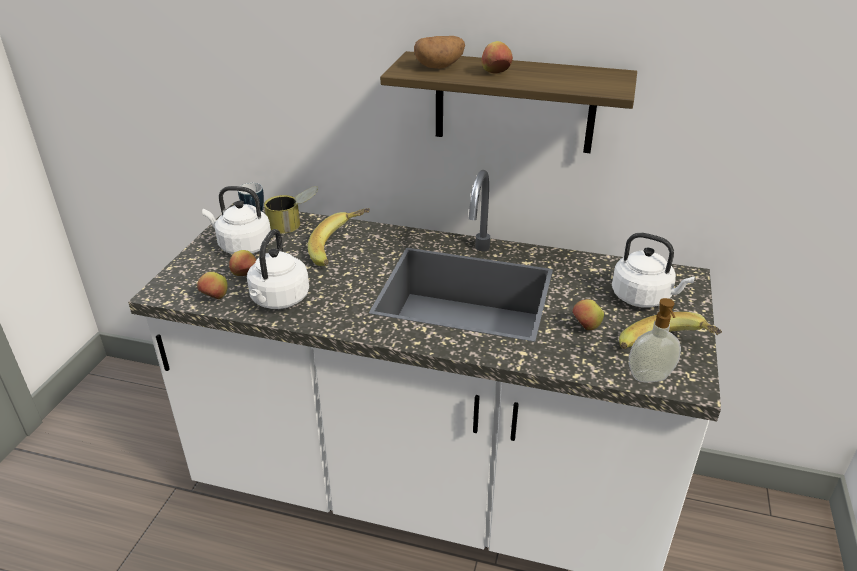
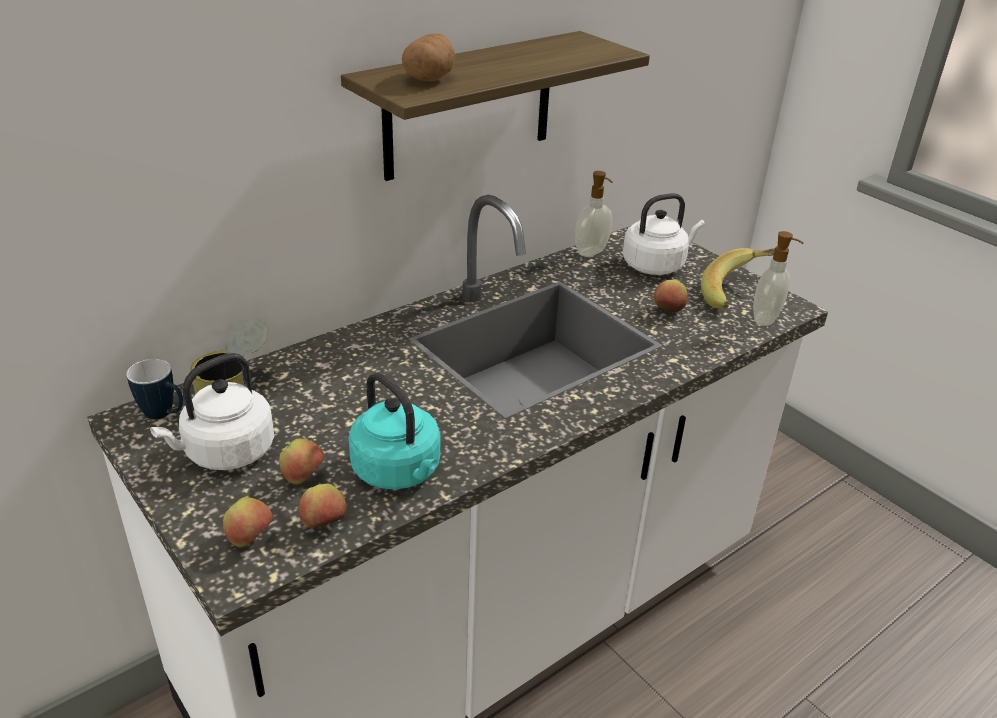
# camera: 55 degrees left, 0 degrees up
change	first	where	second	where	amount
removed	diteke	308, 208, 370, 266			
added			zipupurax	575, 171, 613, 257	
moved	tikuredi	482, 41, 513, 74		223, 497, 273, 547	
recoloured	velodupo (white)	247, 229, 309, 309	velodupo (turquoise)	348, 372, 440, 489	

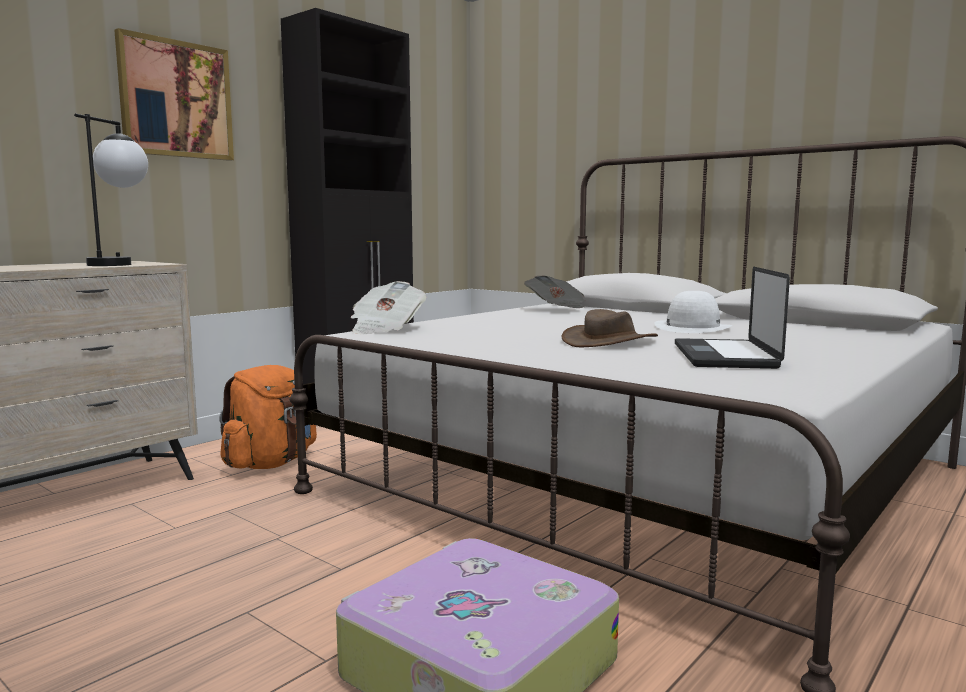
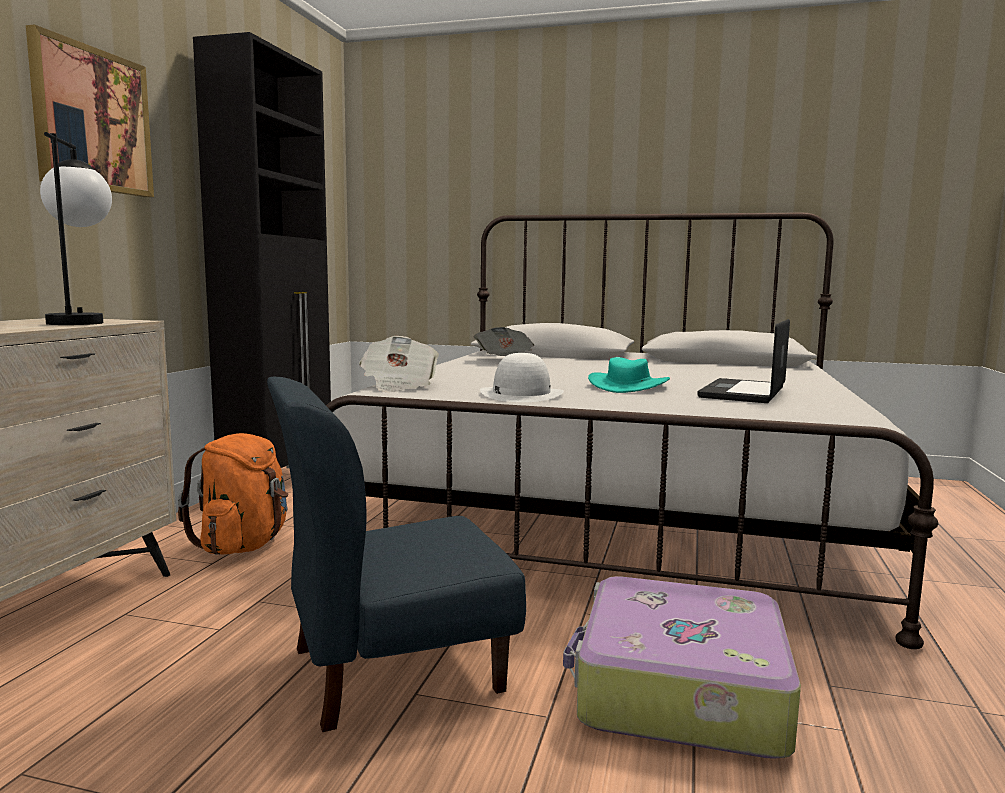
# camera: 25 degrees left, 0 degrees up
change	first	where	second	where	amount
added			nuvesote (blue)	267, 377, 526, 732	
moved	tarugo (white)	654, 291, 733, 333		480, 353, 564, 402	
recoloured	tarugo (brown)	562, 309, 658, 347	tarugo (turquoise)	588, 357, 670, 393	
turned	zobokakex	675, 267, 790, 369		697, 319, 790, 403	45 degrees clockwise

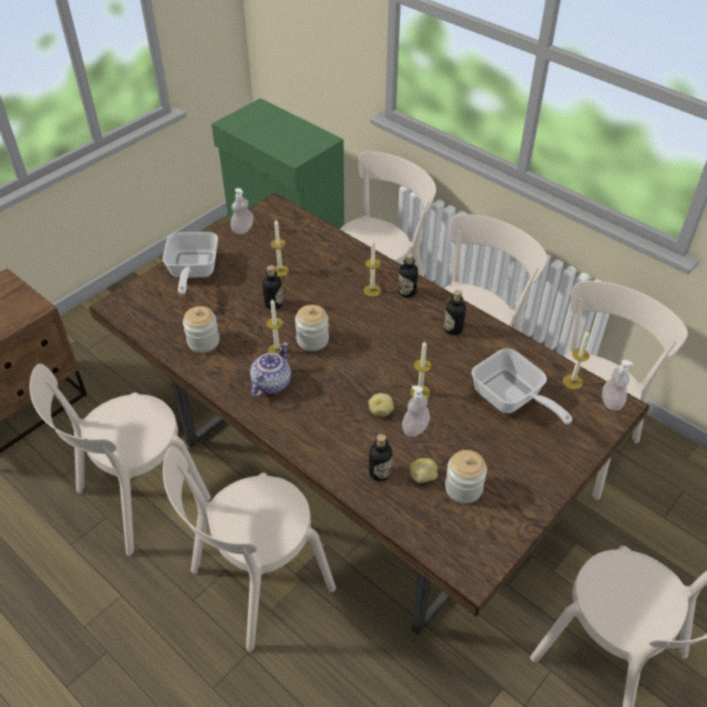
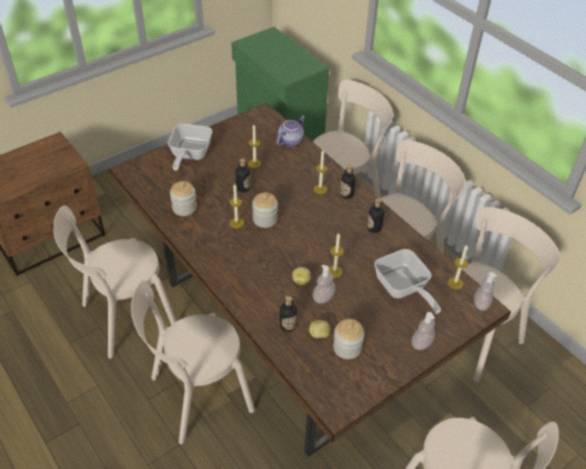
# camera: 10 degrees right, 0 degrees up
change	first	where	second	where	amount
moved	zipupurax	230, 188, 254, 234		412, 312, 435, 350	
moved	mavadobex	250, 342, 291, 398		277, 116, 305, 147	

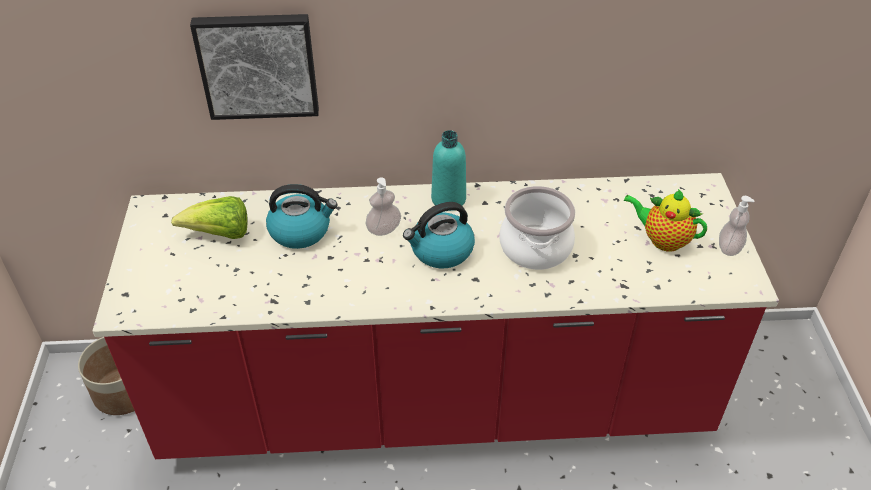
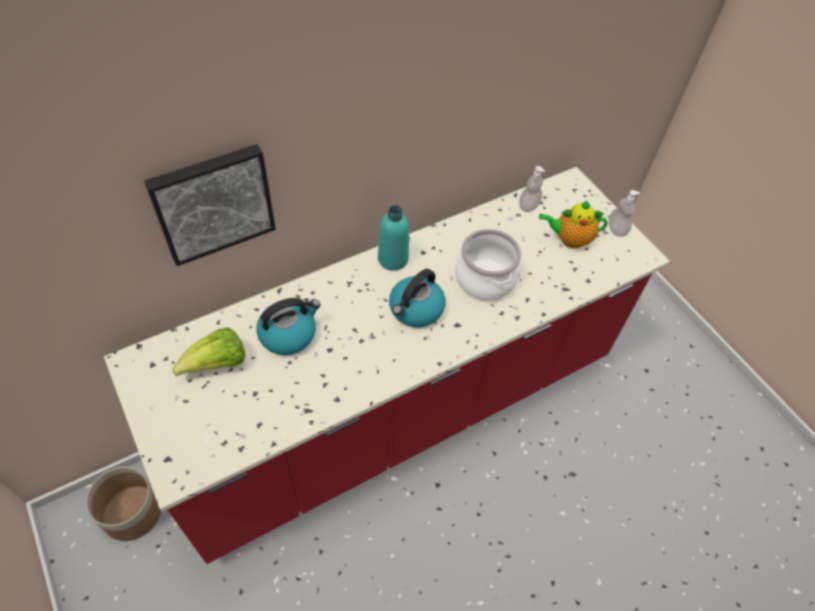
# camera: 30 degrees left, 10 degrees up
change	first	where	second	where	amount
moved	zipupurax	365, 177, 401, 236		519, 166, 545, 212	

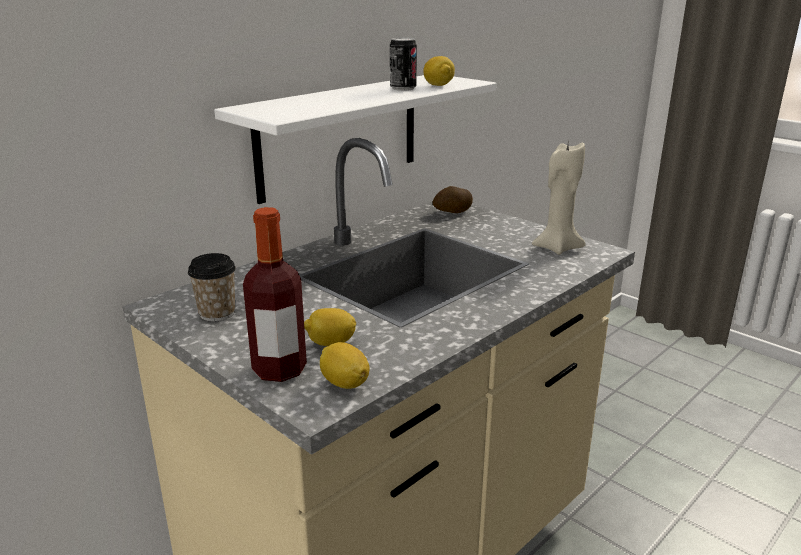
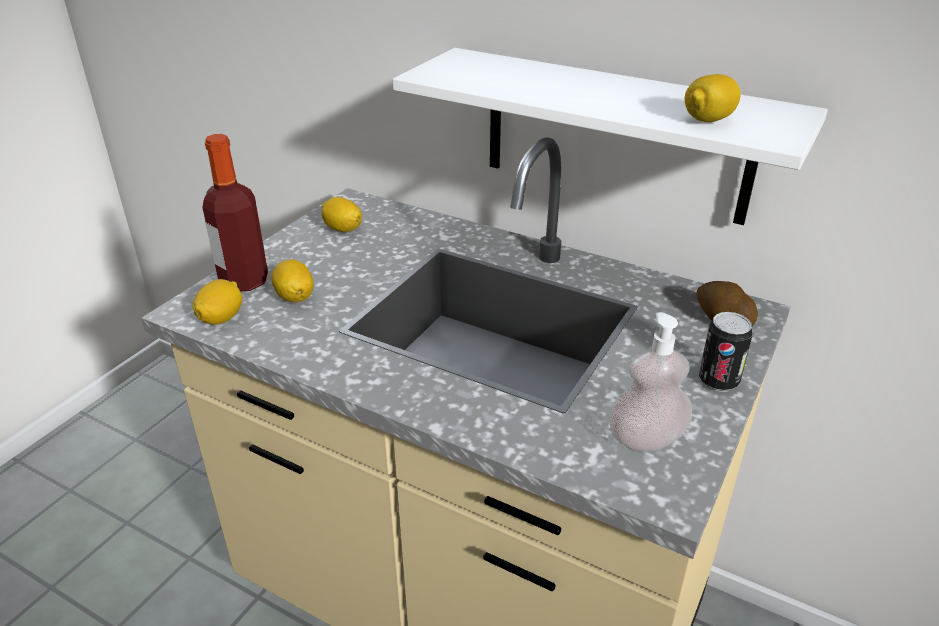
# camera: 75 degrees right, 10 degrees up
change	first	where	second	where	amount
moved	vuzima	390, 38, 417, 91		699, 312, 753, 392	
replaced	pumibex	188, 253, 236, 322	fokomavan	321, 197, 362, 232	
replaced	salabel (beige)	532, 142, 586, 255	zipupurax	609, 312, 692, 452	

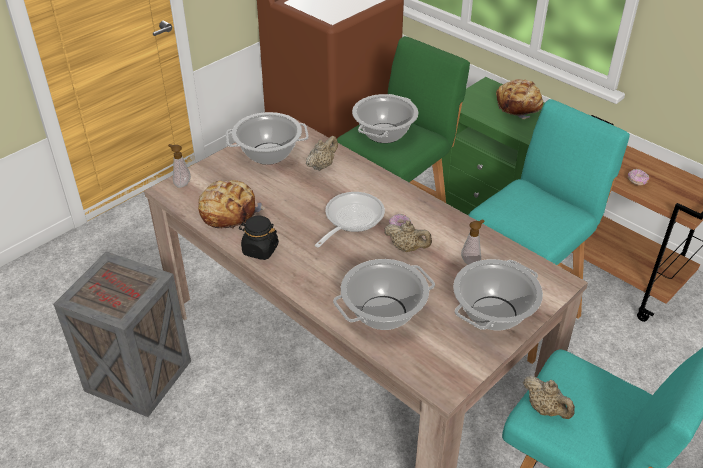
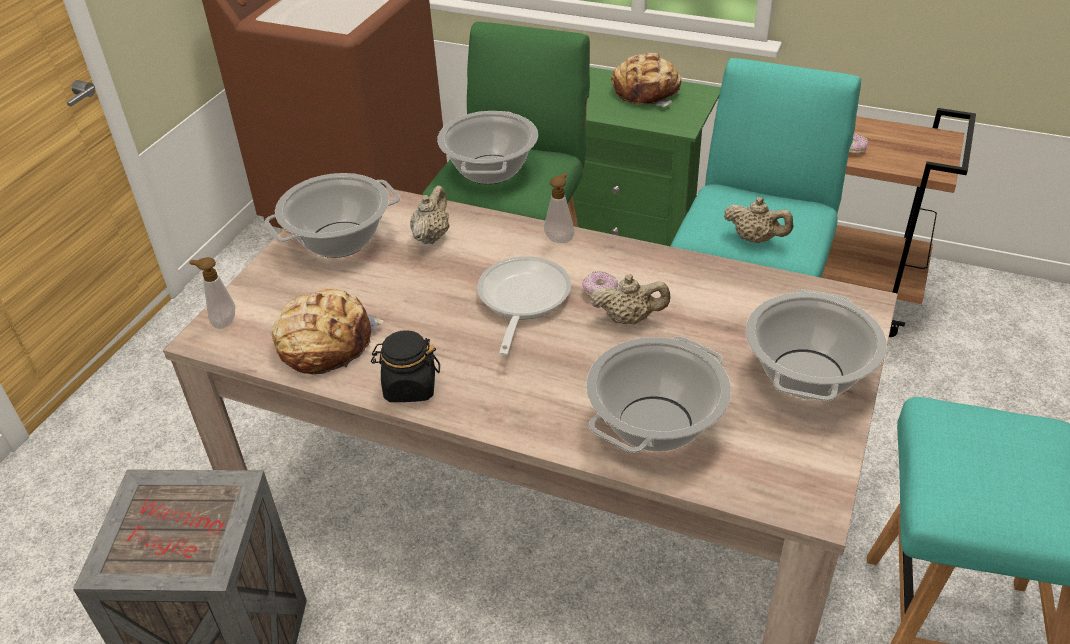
# camera: 20 degrees left, 0 degrees up
change	first	where	second	where	amount
moved	zipupurax	461, 219, 484, 265		544, 173, 574, 243	
moved	mavadobex (beige)	523, 375, 575, 419		724, 197, 793, 243	

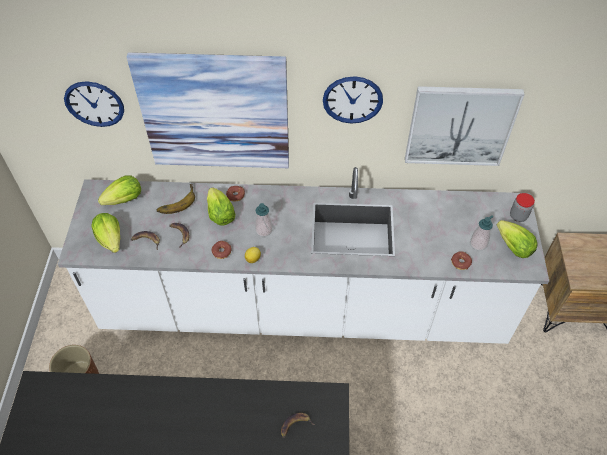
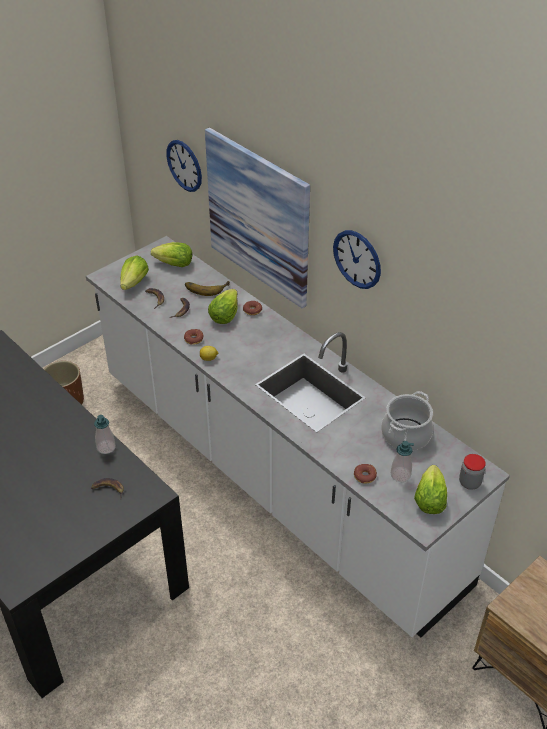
# camera: 45 degrees right, 10 degrees down
change	first	where	second	where	amount
removed	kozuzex	405, 86, 525, 166			
added			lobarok	381, 391, 433, 451	
moved	zipupurax	255, 203, 273, 237		94, 415, 116, 454	

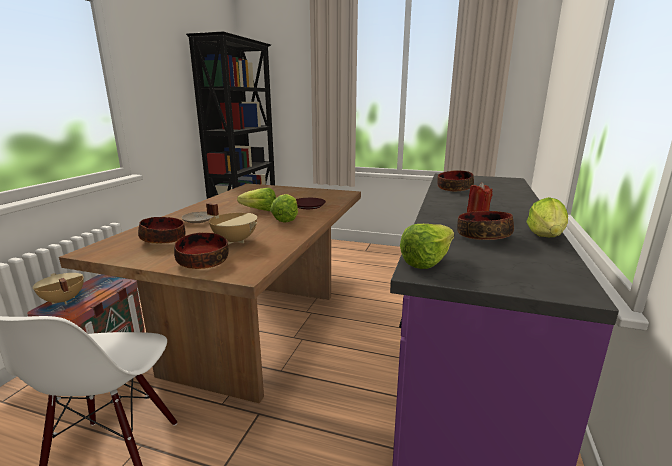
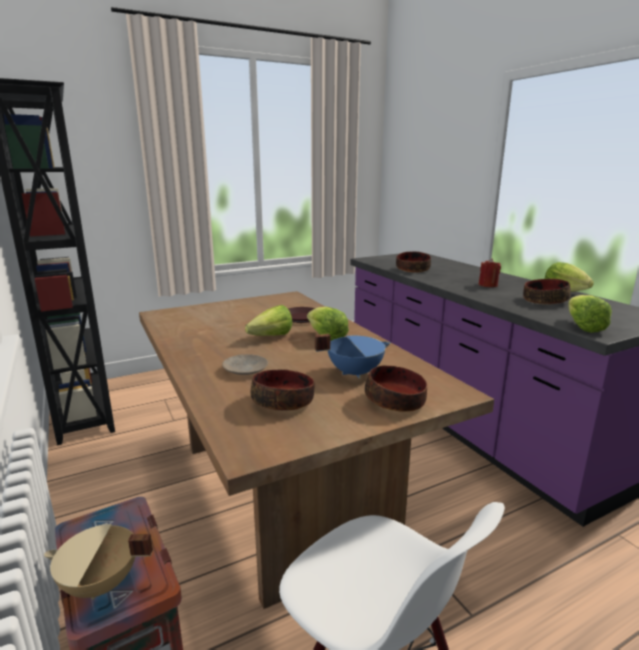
# camera: 45 degrees left, 0 degrees up
change	first	where	second	where	amount
recoloured	lobarok (beige)	206, 203, 257, 245	lobarok (blue)	315, 334, 391, 379	

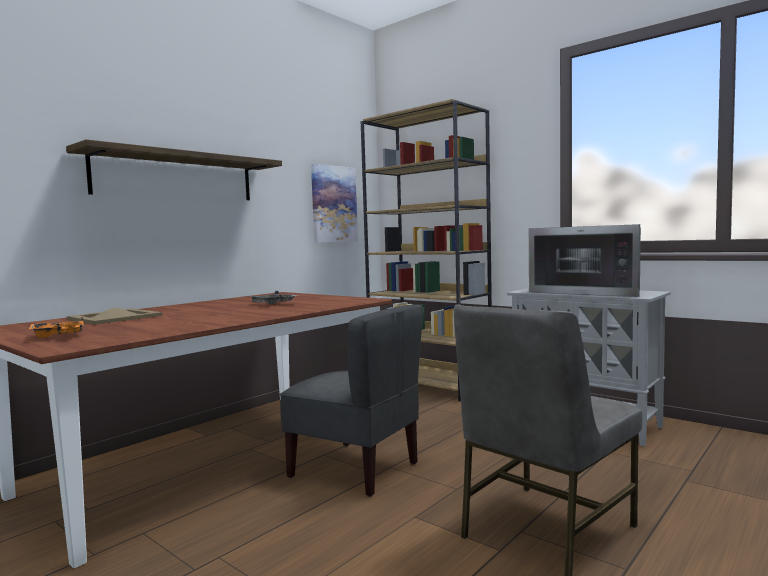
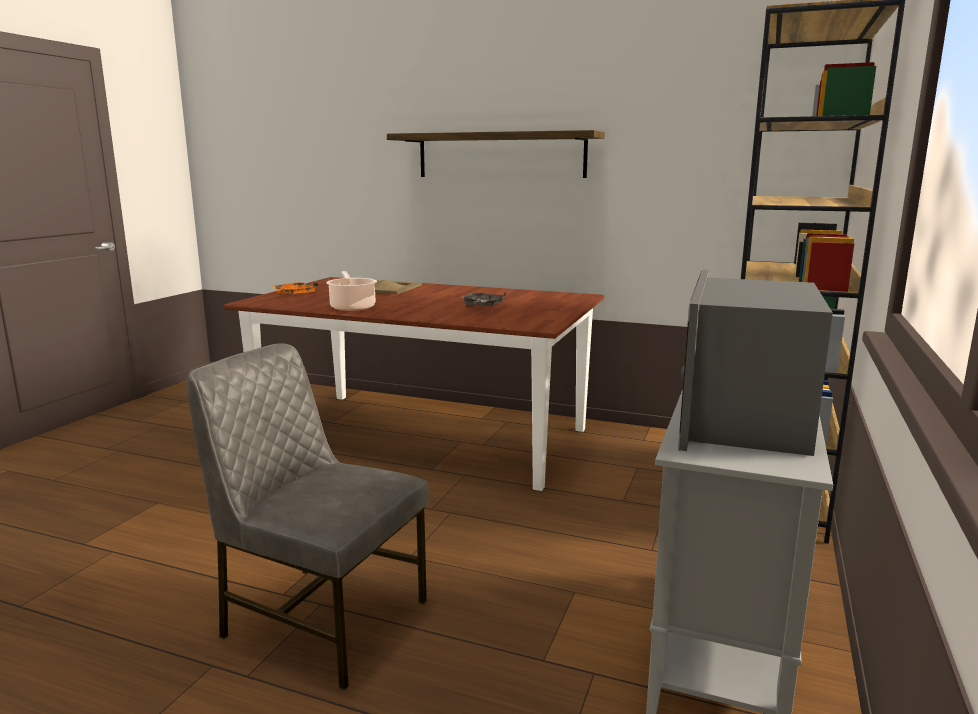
# camera: 70 degrees right, 10 degrees up
change	first	where	second	where	amount
removed	nuvesote (grey)	280, 304, 423, 497			
removed	kozuzex	311, 164, 358, 243			
added			lobarok	326, 271, 377, 311	

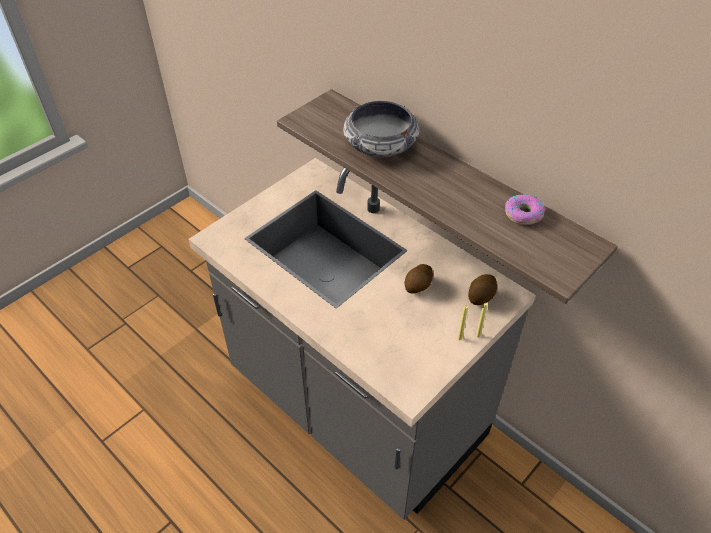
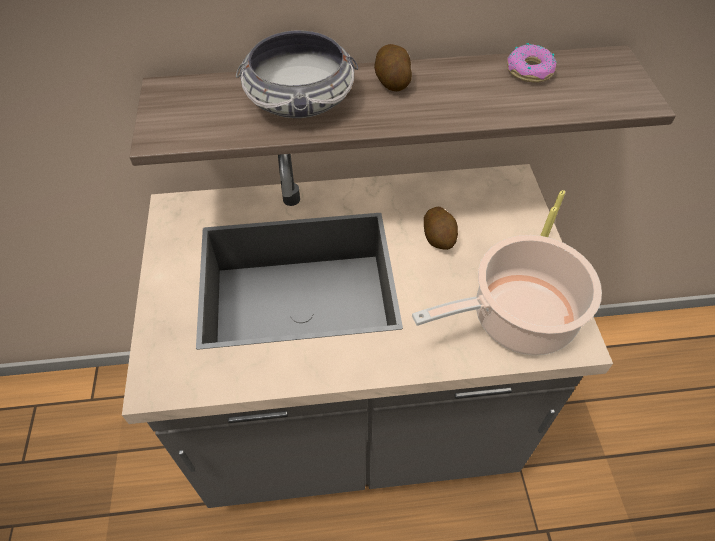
# camera: 50 degrees left, 5 degrees up
change	first	where	second	where	amount
added			lobarok	412, 235, 602, 355	
moved	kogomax	468, 274, 497, 305		374, 44, 412, 91	

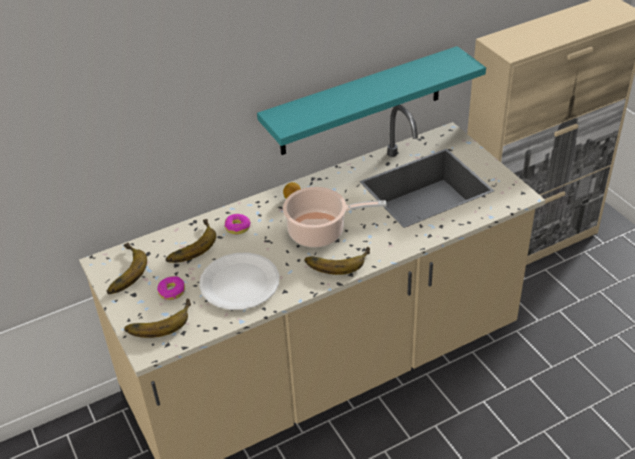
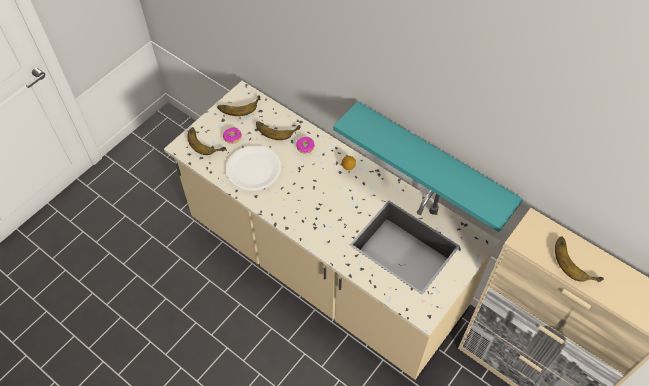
# camera: 65 degrees right, 15 degrees up
change	first	where	second	where	amount
removed	lobarok	283, 187, 386, 248			
moved	diteke	304, 247, 370, 275		555, 236, 604, 282	

